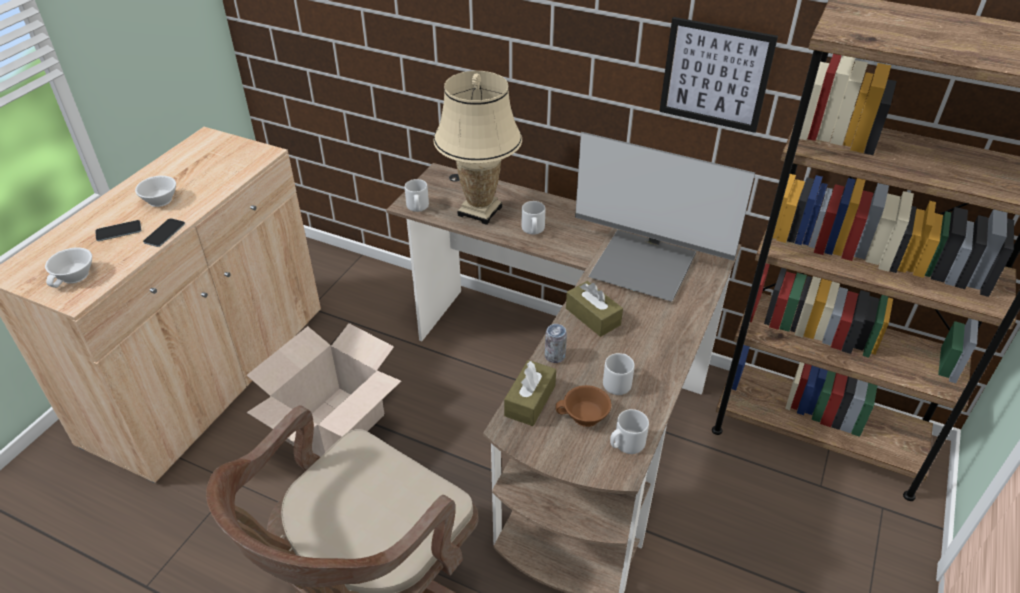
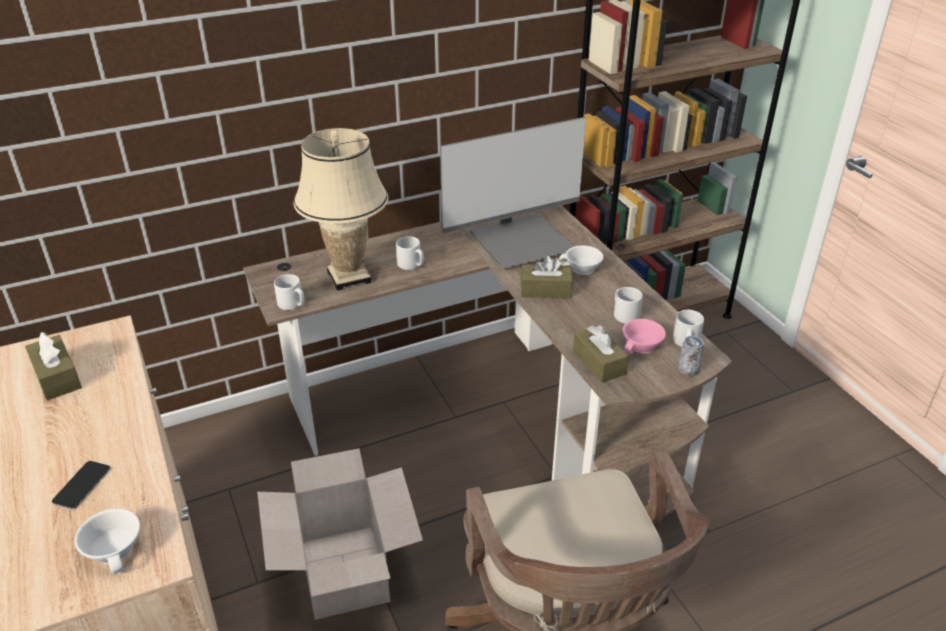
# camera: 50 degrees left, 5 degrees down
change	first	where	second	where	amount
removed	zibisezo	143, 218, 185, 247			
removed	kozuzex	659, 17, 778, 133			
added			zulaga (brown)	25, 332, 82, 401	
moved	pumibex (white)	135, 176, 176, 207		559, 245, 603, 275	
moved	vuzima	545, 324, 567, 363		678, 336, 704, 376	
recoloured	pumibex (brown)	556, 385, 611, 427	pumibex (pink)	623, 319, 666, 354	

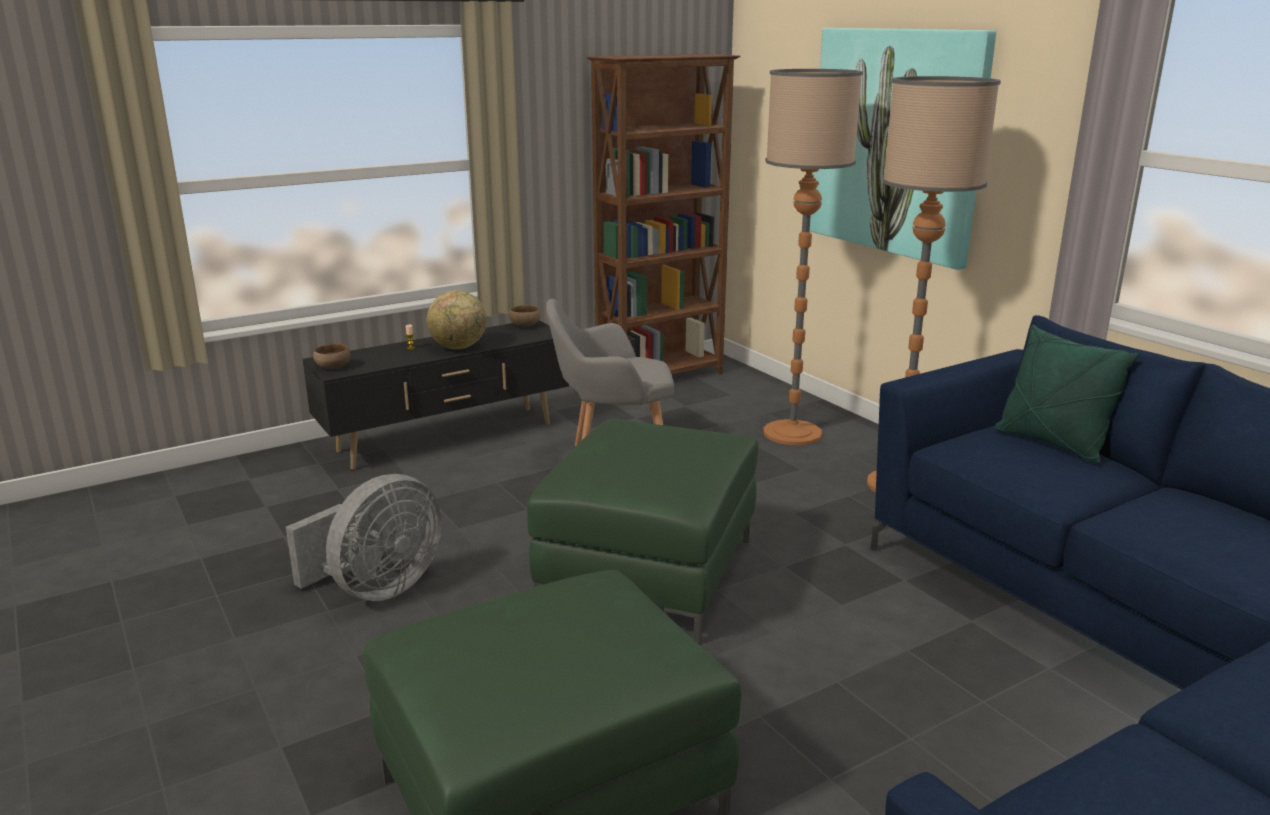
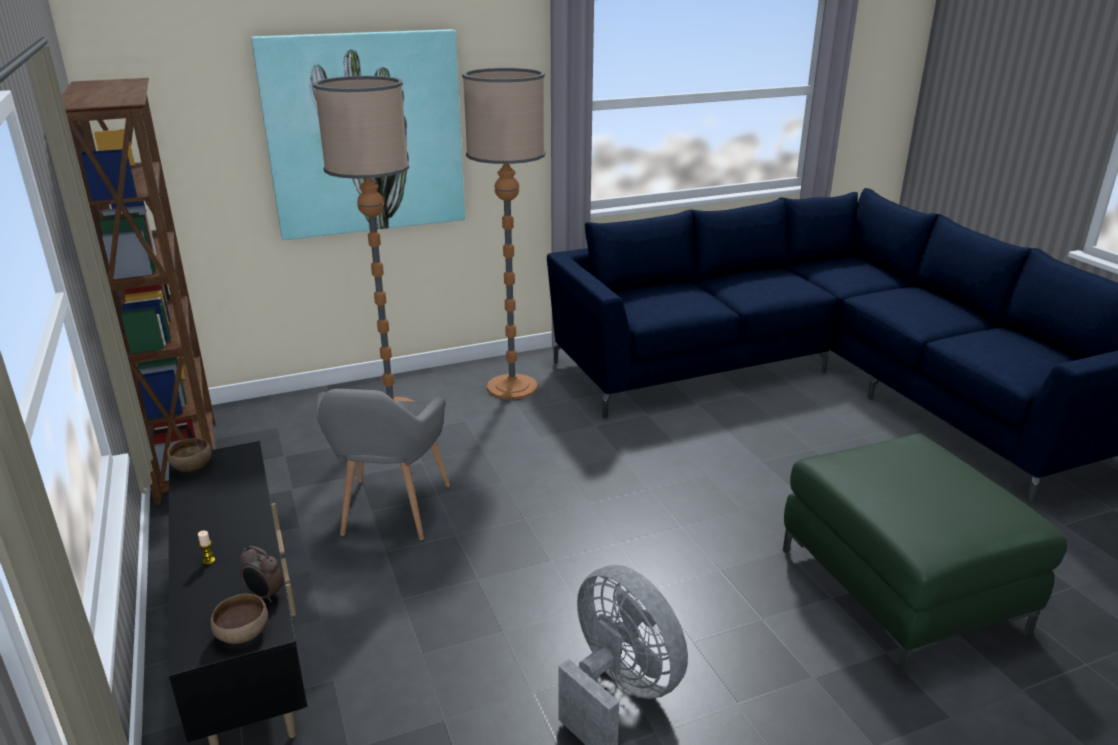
# camera: 80 degrees left, 5 degrees up
change	first	where	second	where	amount
removed	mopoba	427, 290, 486, 349			
removed	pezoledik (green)	527, 419, 758, 645			
removed	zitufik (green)	994, 324, 1139, 464			
added			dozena	240, 546, 284, 603	

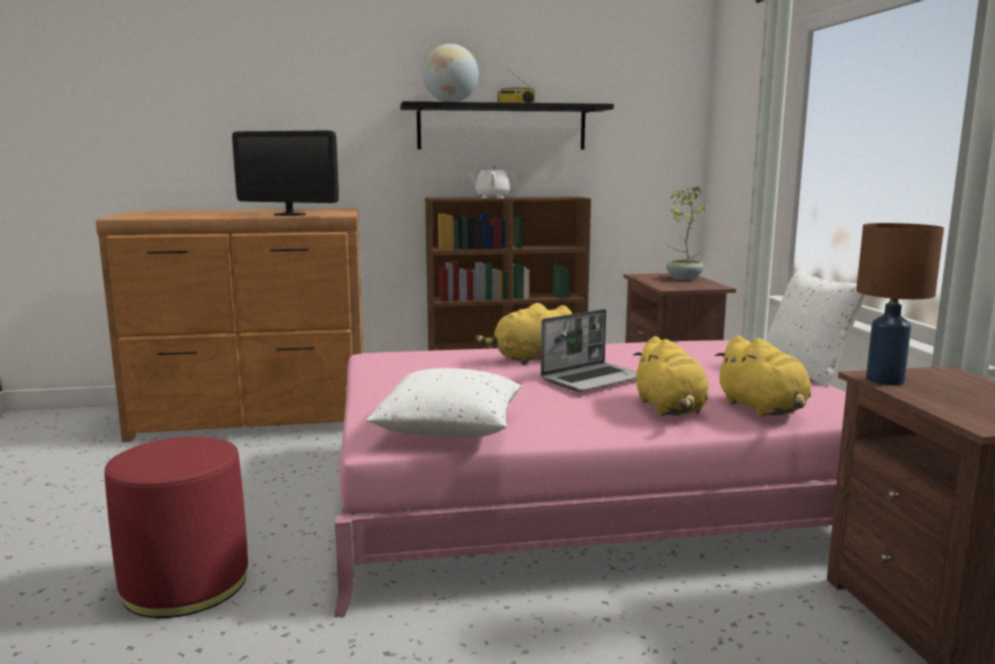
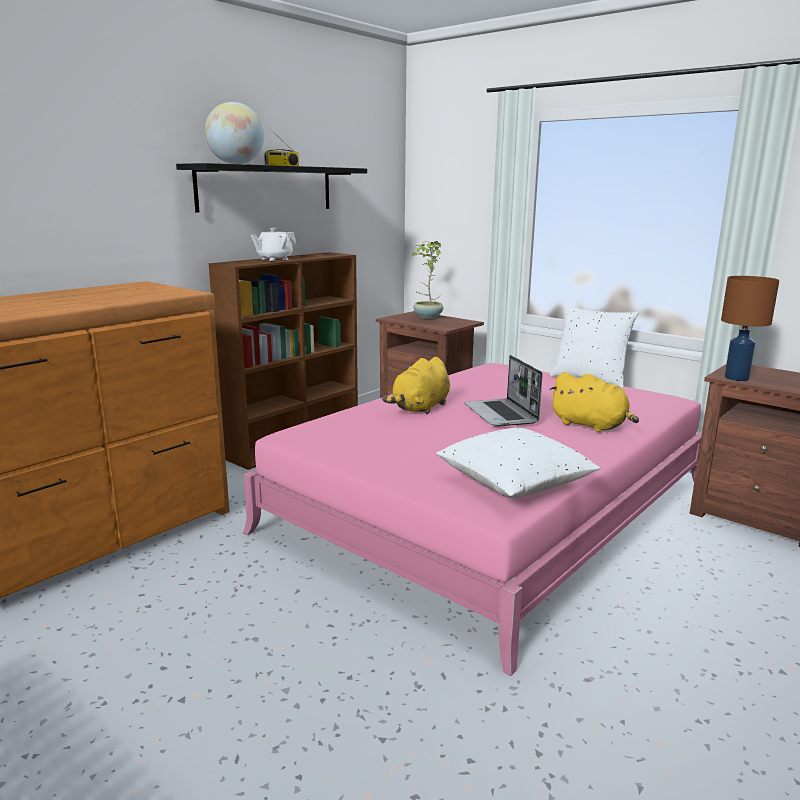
# camera: 40 degrees left, 5 degrees up
change	first	where	second	where	amount
removed	pezoledik (red)	104, 437, 248, 618			
removed	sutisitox	232, 130, 339, 216			
removed	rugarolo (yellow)	715, 336, 811, 417			
turned	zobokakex	541, 309, 637, 392		464, 355, 543, 427	150 degrees clockwise

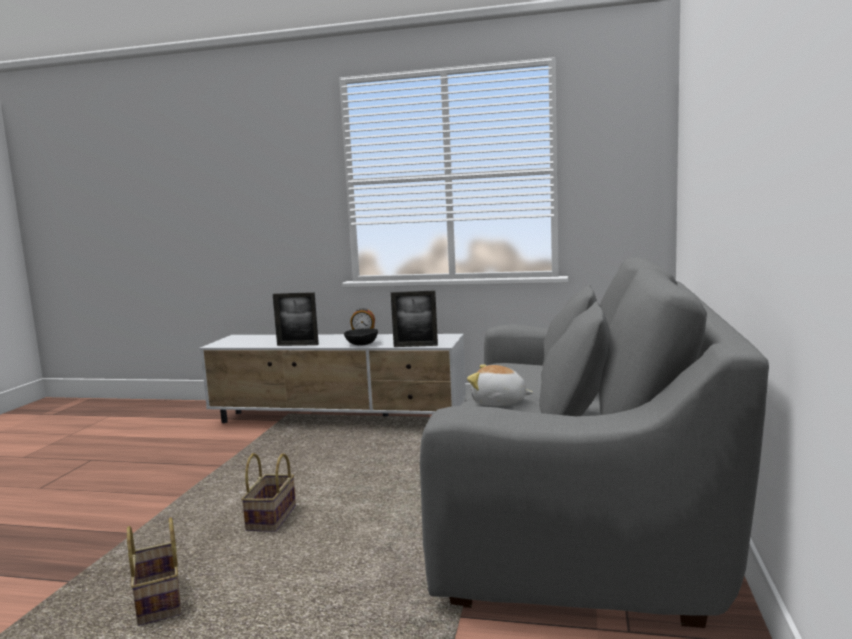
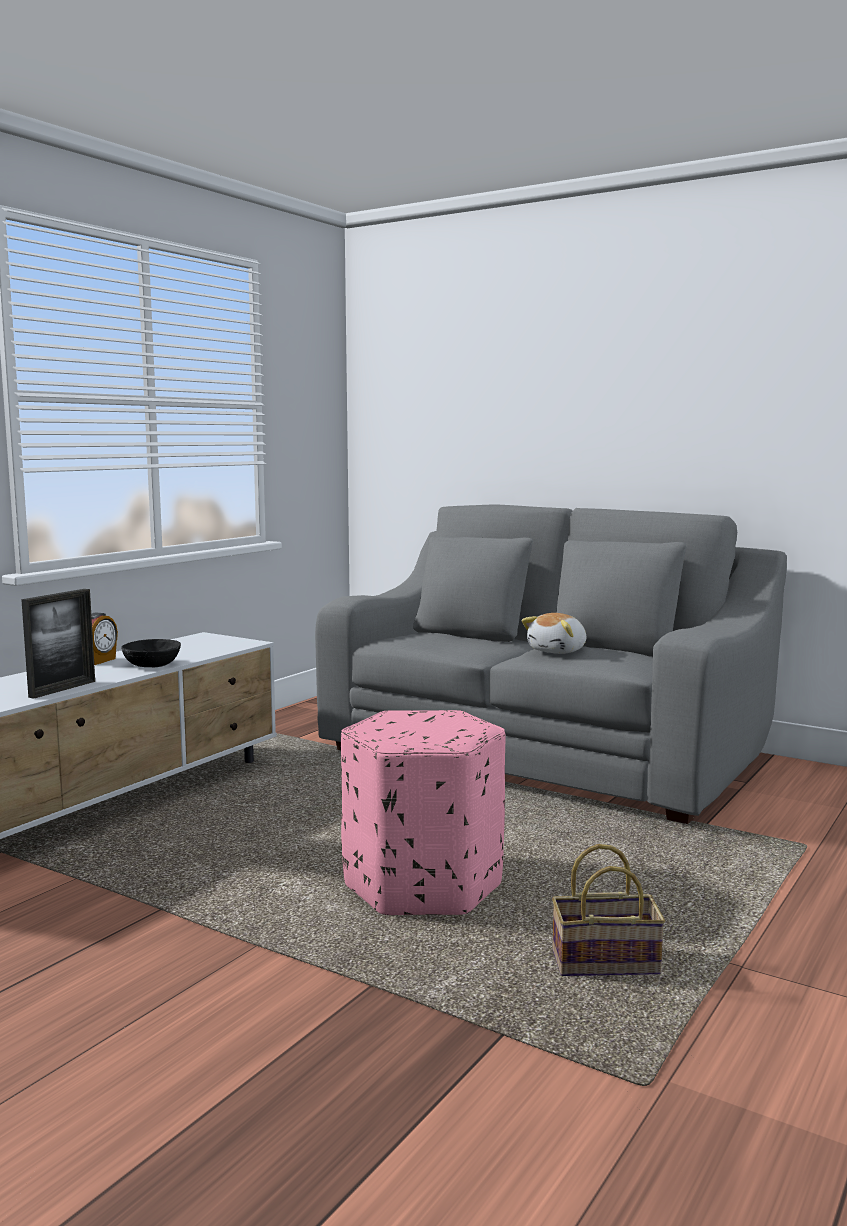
# camera: 70 degrees left, 0 degrees up
change	first	where	second	where	amount
removed	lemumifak	391, 290, 438, 347			
replaced	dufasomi	241, 453, 296, 532	pezoledik (pink)	341, 710, 506, 915	

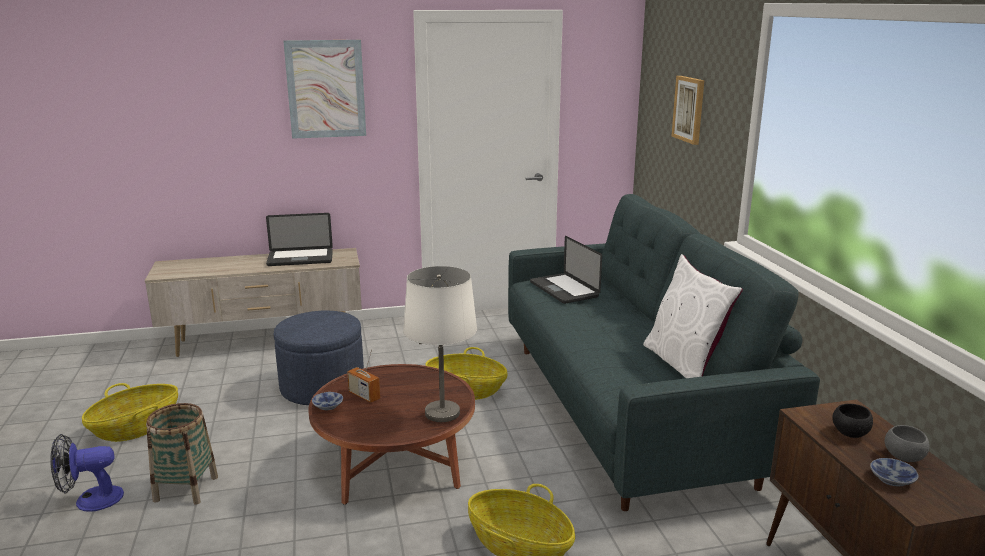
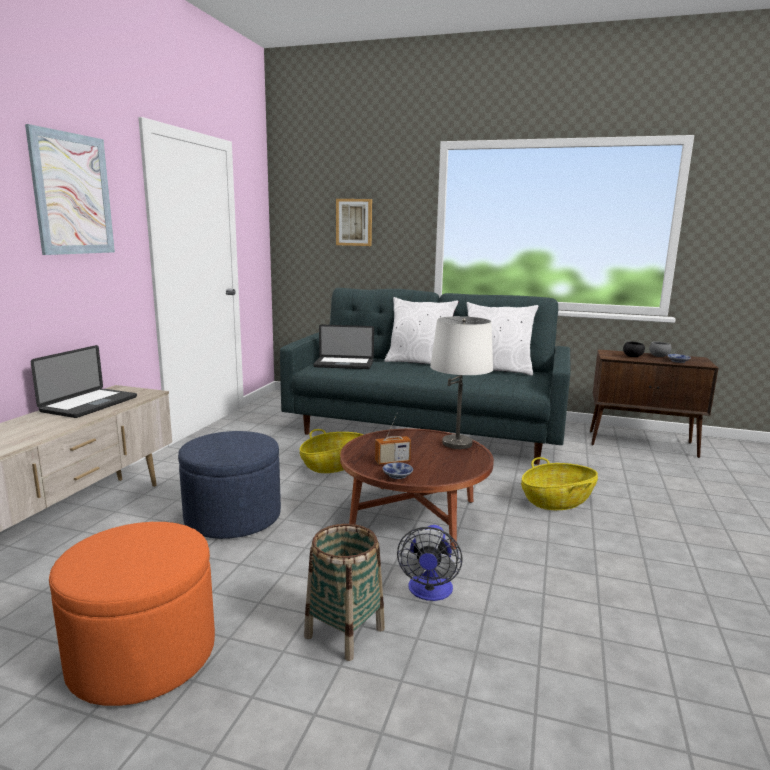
# camera: 60 degrees left, 5 degrees down
change	first	where	second	where	amount
added			zitufik (white)	384, 297, 458, 364	
moved	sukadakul	50, 434, 124, 512		397, 525, 463, 601	
replaced	dufasomi	82, 383, 178, 442	pezoledik (orange)	49, 522, 215, 706	

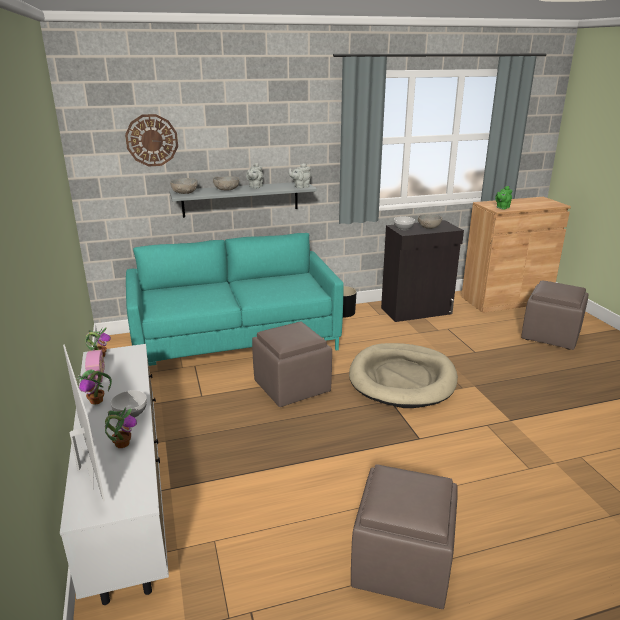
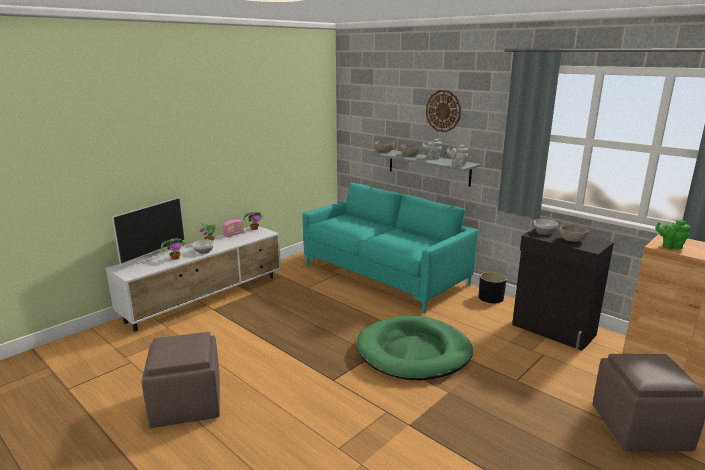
# camera: 60 degrees right, 5 degrees down
change	first	where	second	where	amount
removed	pezoledik (brown)	252, 321, 332, 407			
moved	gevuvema	125, 114, 178, 167		426, 90, 461, 132	
recoloured	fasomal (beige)	349, 343, 458, 408	fasomal (green)	357, 316, 473, 380	

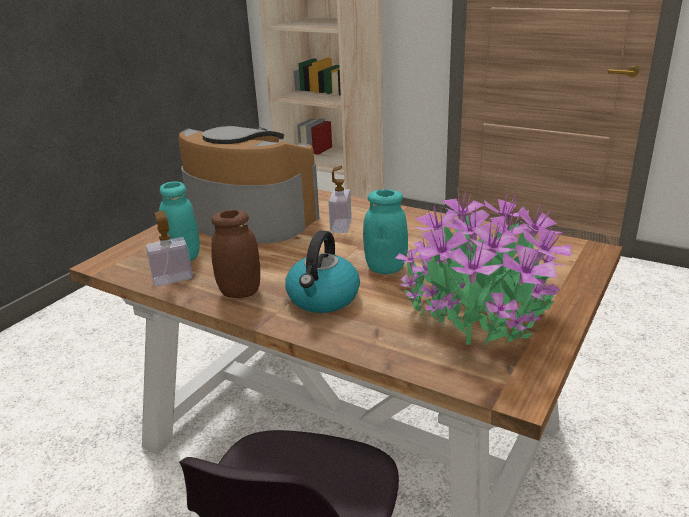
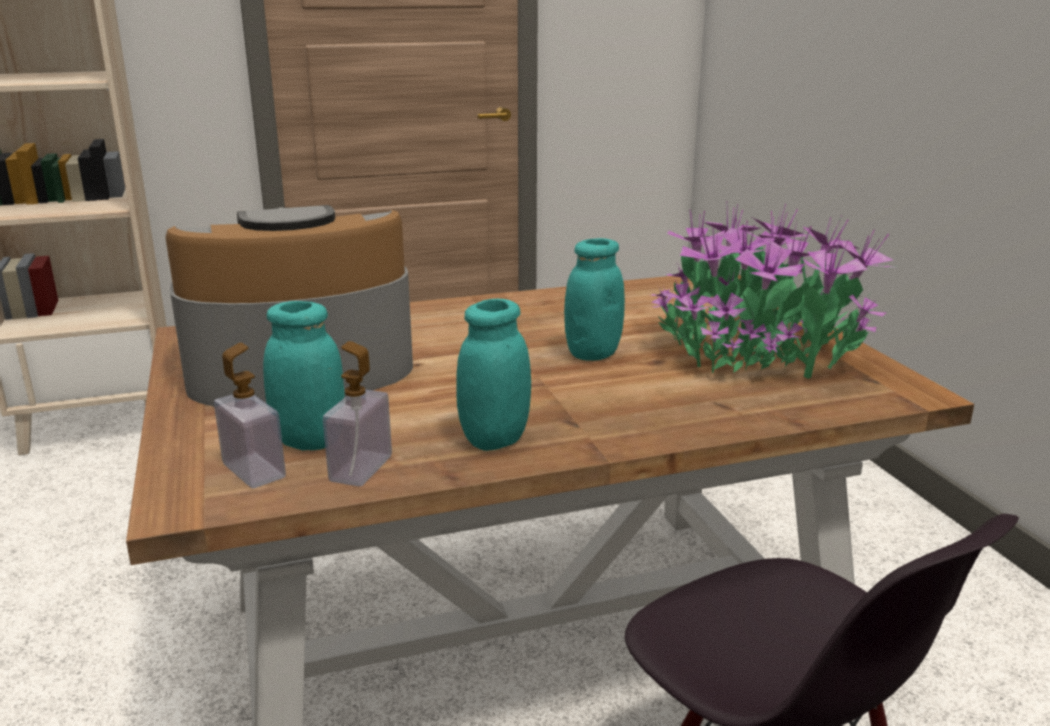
# camera: 50 degrees left, 5 degrees down
change	first	where	second	where	amount
removed	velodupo	285, 231, 360, 313			
moved	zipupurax	329, 166, 352, 233		214, 343, 286, 488	
recoloured	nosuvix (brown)	212, 210, 260, 298	nosuvix (turquoise)	456, 299, 531, 451	

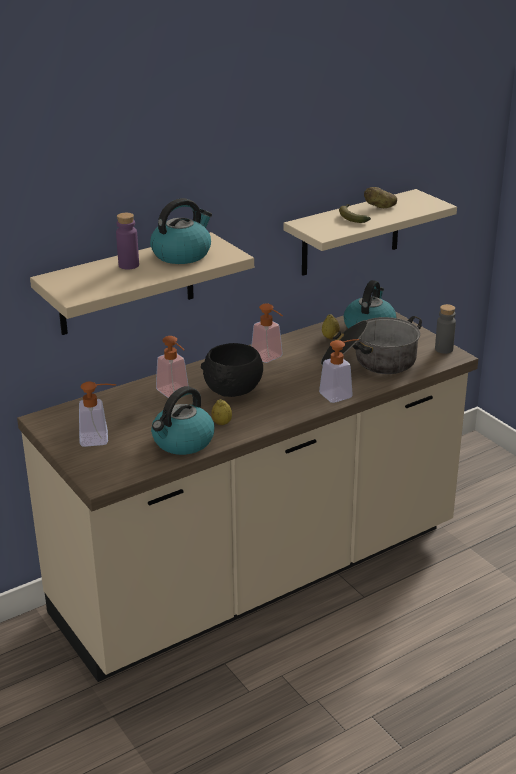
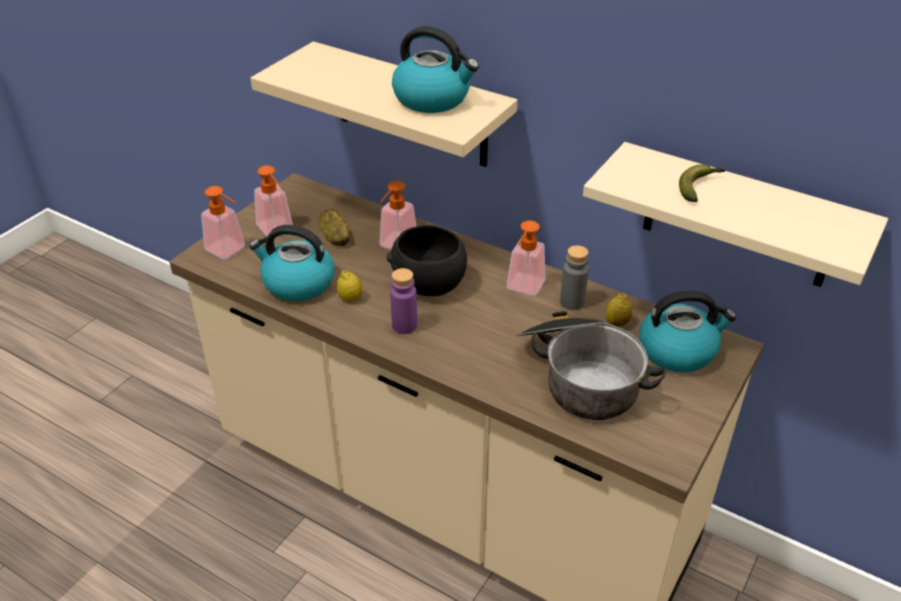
# camera: 65 degrees right, 10 degrees up
change	first	where	second	where	amount
moved	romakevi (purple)	116, 213, 139, 270		390, 268, 417, 334	
moved	zipupurax	319, 339, 359, 403		201, 186, 245, 259	
moved	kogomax	364, 187, 397, 208		319, 209, 350, 246	
moved	romakevi (grey)	435, 304, 456, 354		560, 245, 589, 310	

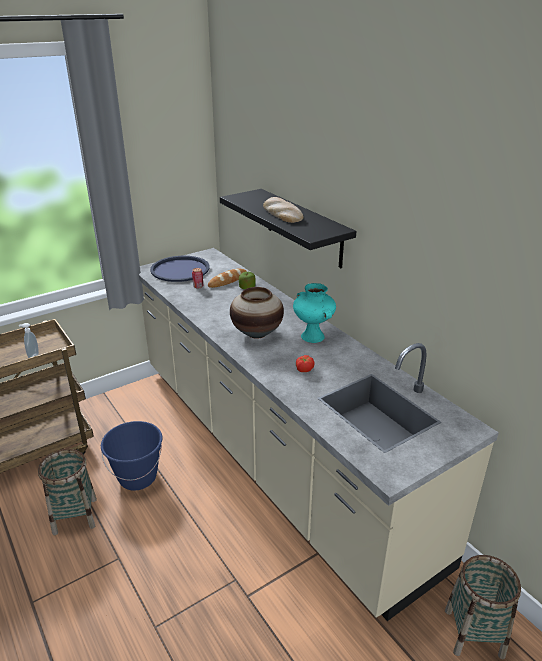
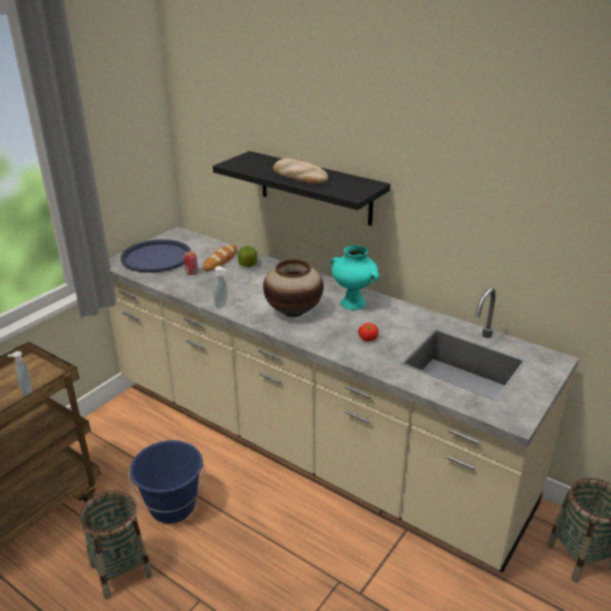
# camera: 20 degrees left, 0 degrees up
change	first	where	second	where	amount
added			zipupurax	214, 266, 228, 309	

